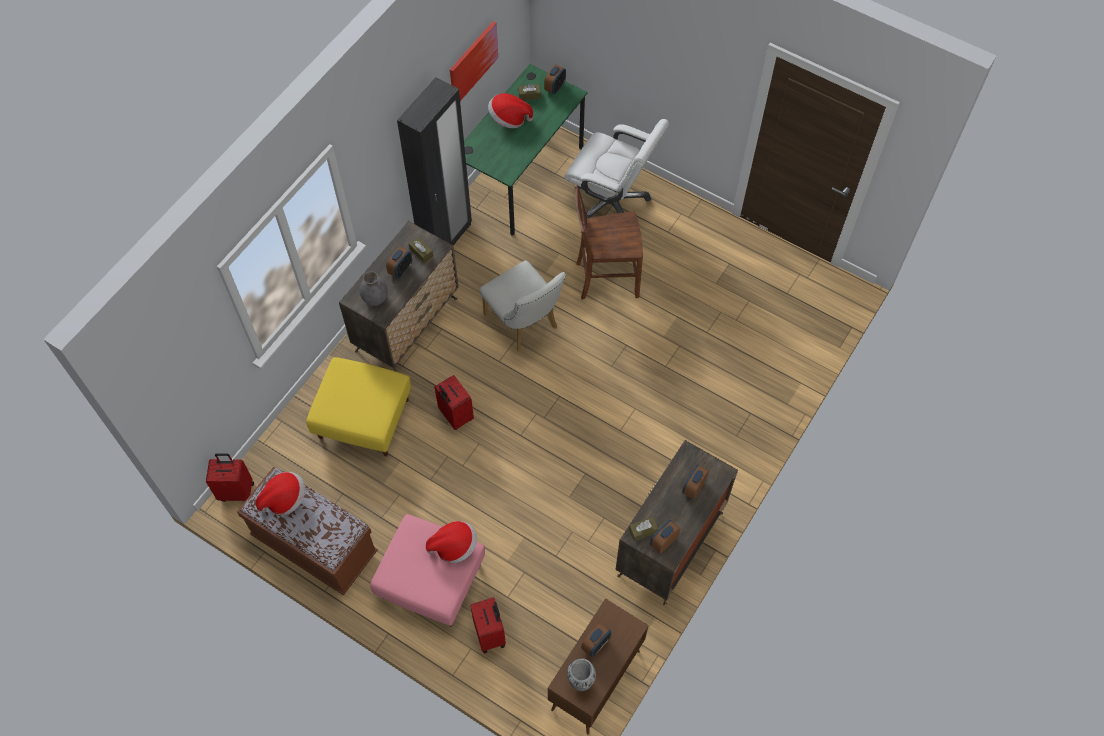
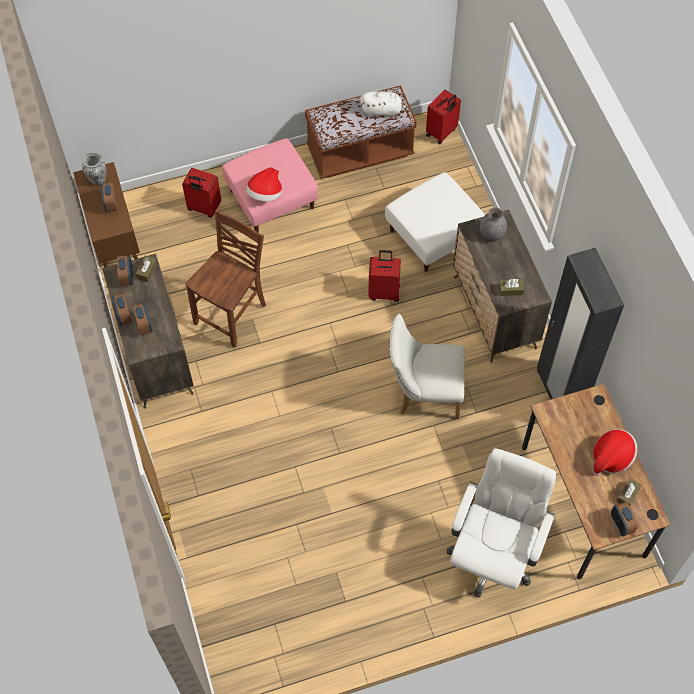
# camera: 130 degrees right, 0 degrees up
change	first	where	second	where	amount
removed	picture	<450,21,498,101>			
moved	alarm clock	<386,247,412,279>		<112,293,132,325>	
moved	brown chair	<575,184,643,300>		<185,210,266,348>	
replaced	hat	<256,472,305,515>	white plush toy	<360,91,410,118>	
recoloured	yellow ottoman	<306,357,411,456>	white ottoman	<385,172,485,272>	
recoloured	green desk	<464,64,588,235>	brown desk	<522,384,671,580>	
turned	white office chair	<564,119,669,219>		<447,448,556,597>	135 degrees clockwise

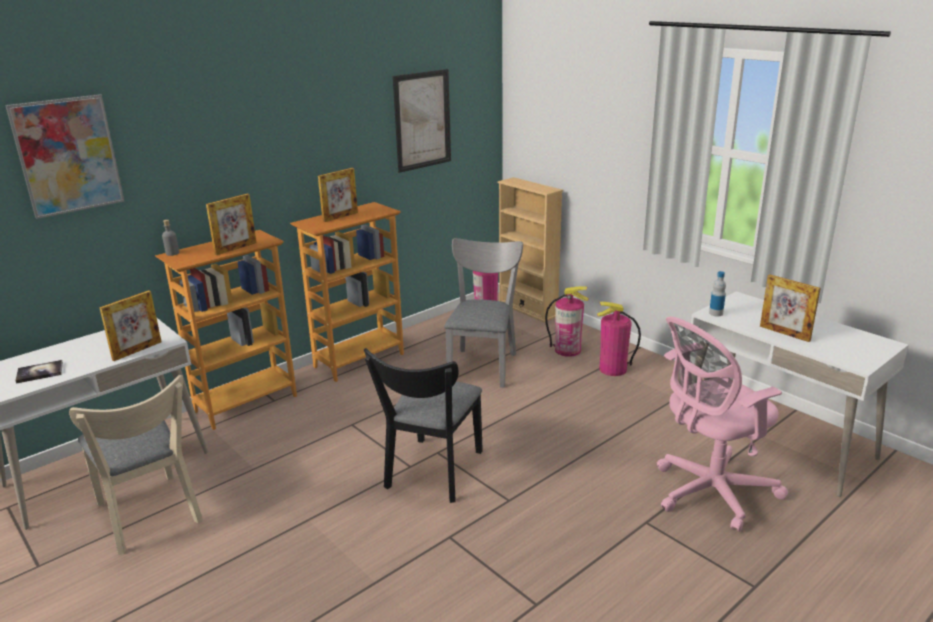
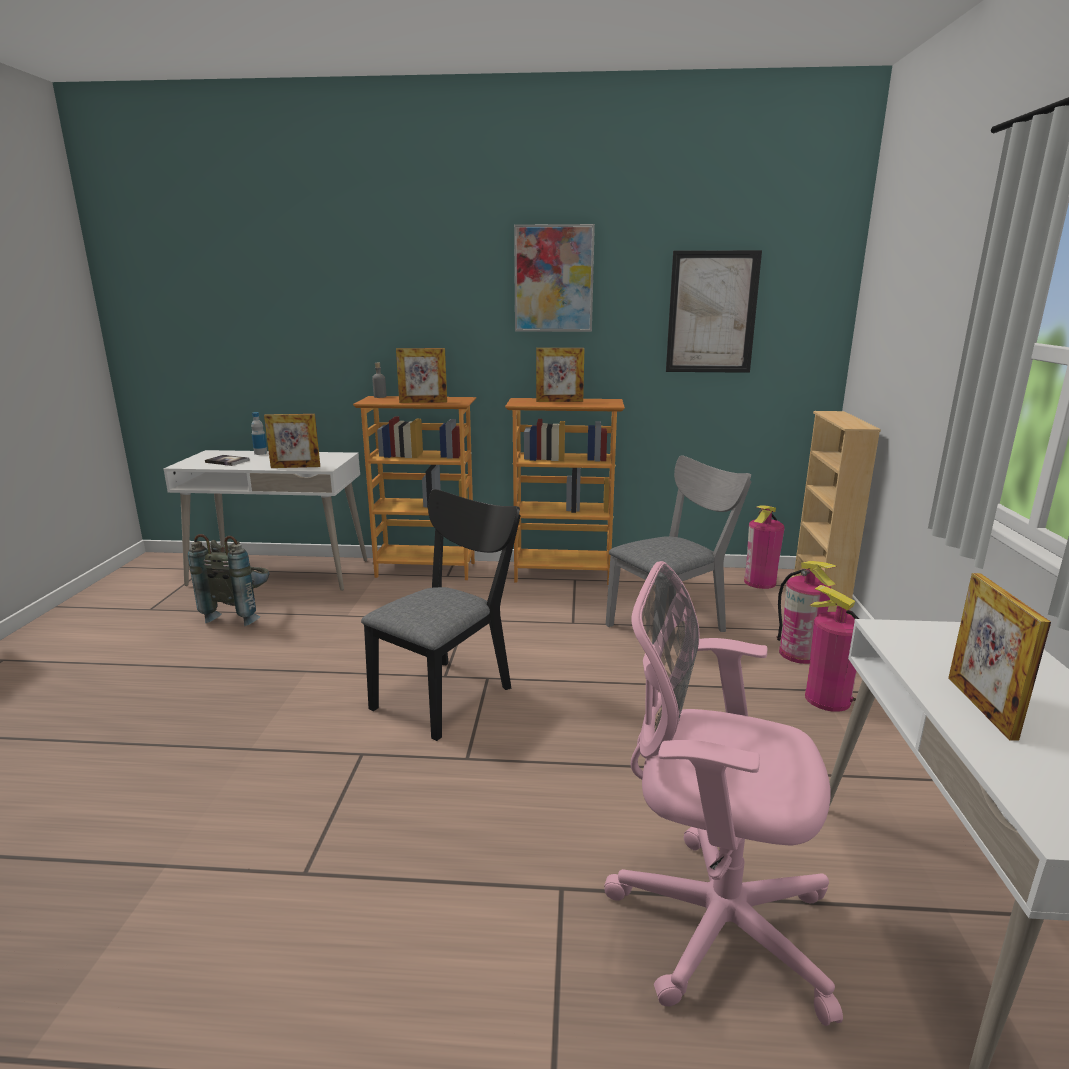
# camera: 45 degrees right, 5 degrees down
change	first	where	second	where	amount
moved	picture	<5,94,124,219>		<514,224,595,332>	
moved	bottle	<709,271,726,316>		<251,412,267,455>	
replaced	beige chair	<69,375,203,555>	grey backpack	<188,534,270,626>	
turned	black chair	<364,348,483,503>		<361,489,521,741>	150 degrees clockwise

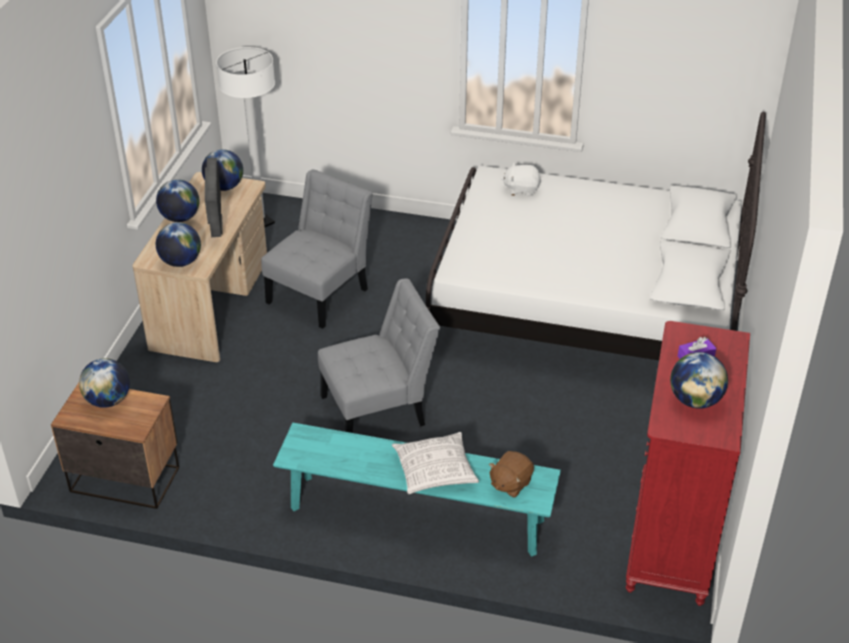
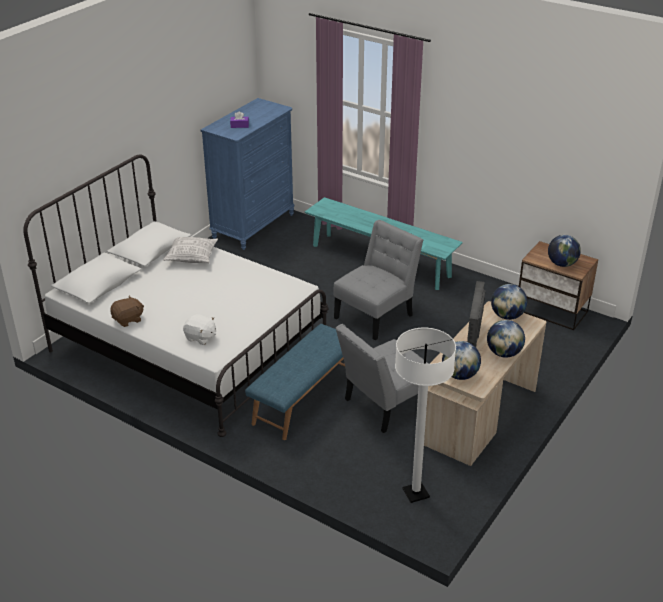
# camera: 160 degrees left, 5 degrees down
change	first	where	second	where	amount
removed	globe	<670,352,728,409>			
added			blue bench	<245,324,345,440>	
moved	pillow	<392,432,479,494>		<163,237,218,263>	
moved	brown plush toy	<489,451,534,497>		<110,295,144,327>	
recoloured	red dresser	<626,321,750,606>	blue dresser	<200,98,294,250>	
turned	grey chair	<318,278,440,433>		<333,220,423,341>	135 degrees clockwise

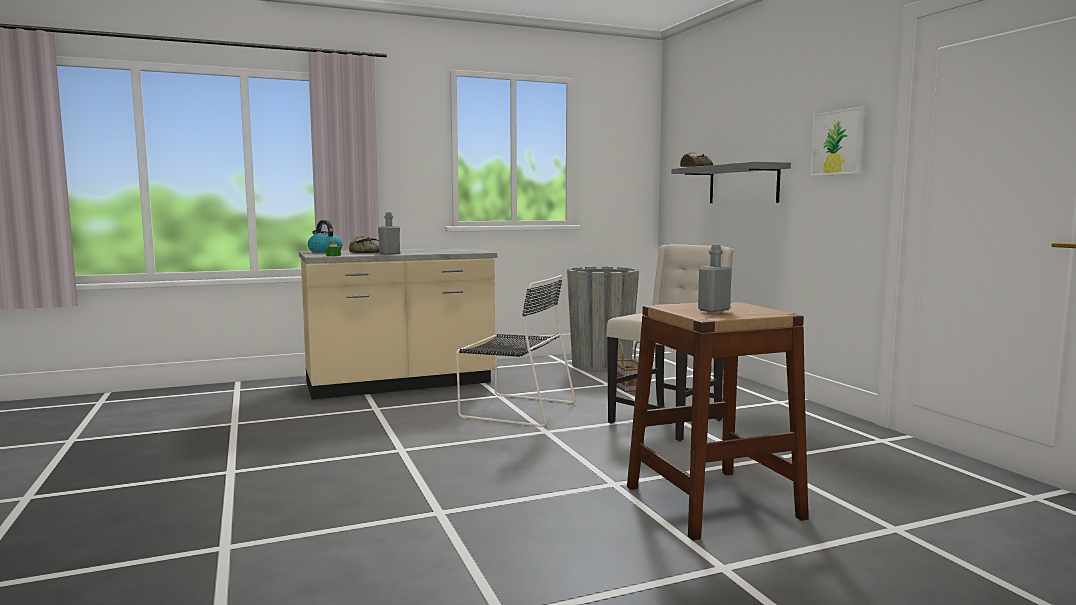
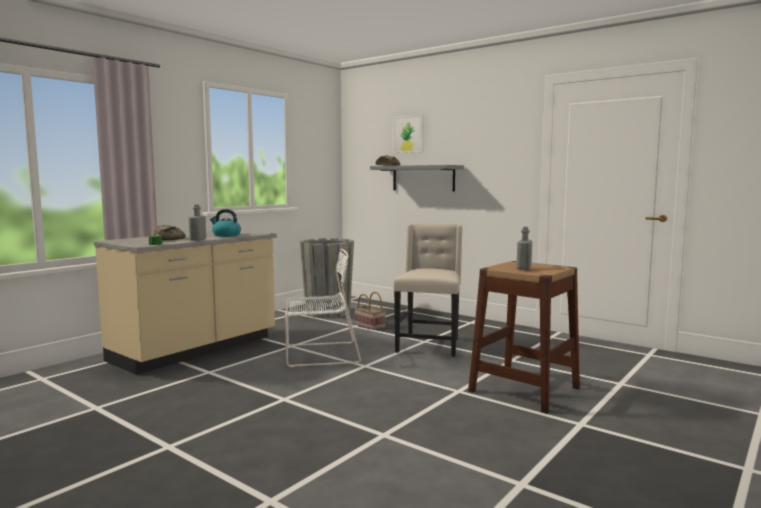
# camera: 30 degrees left, 0 degrees up
change	first	where	second	where	amount
moved	kettle	<308,220,342,253>		<210,209,241,237>	
moved	picture	<810,106,865,176>		<393,115,424,153>	
recoloured	black chair	<456,275,576,427>	white chair	<285,249,361,367>	

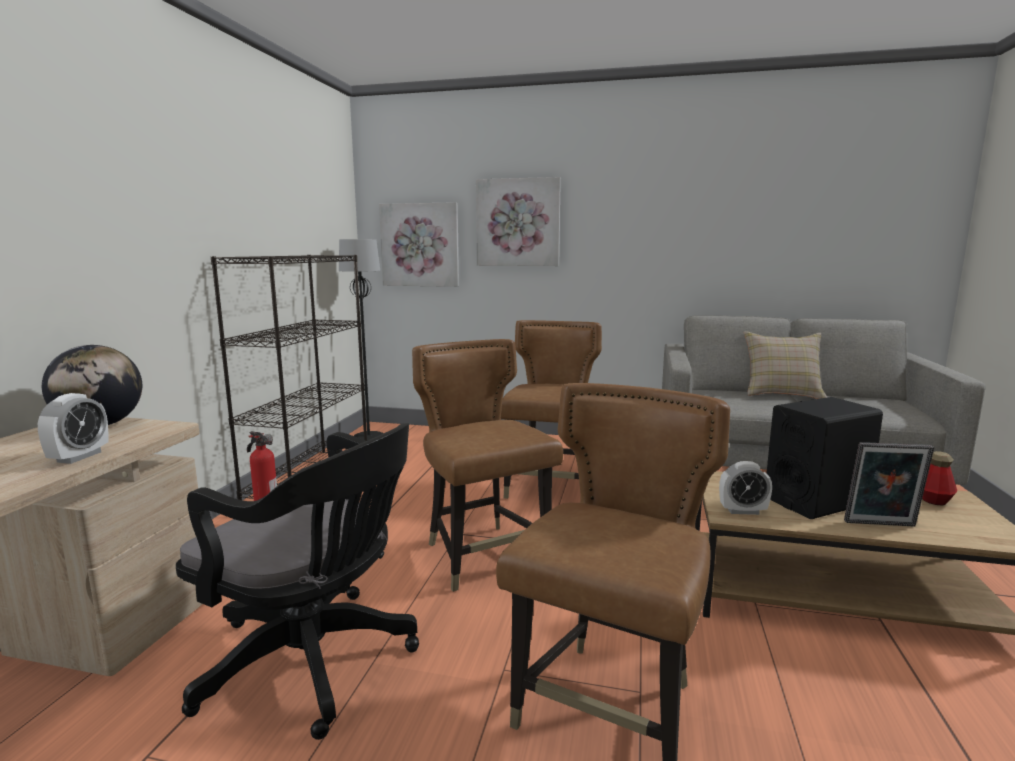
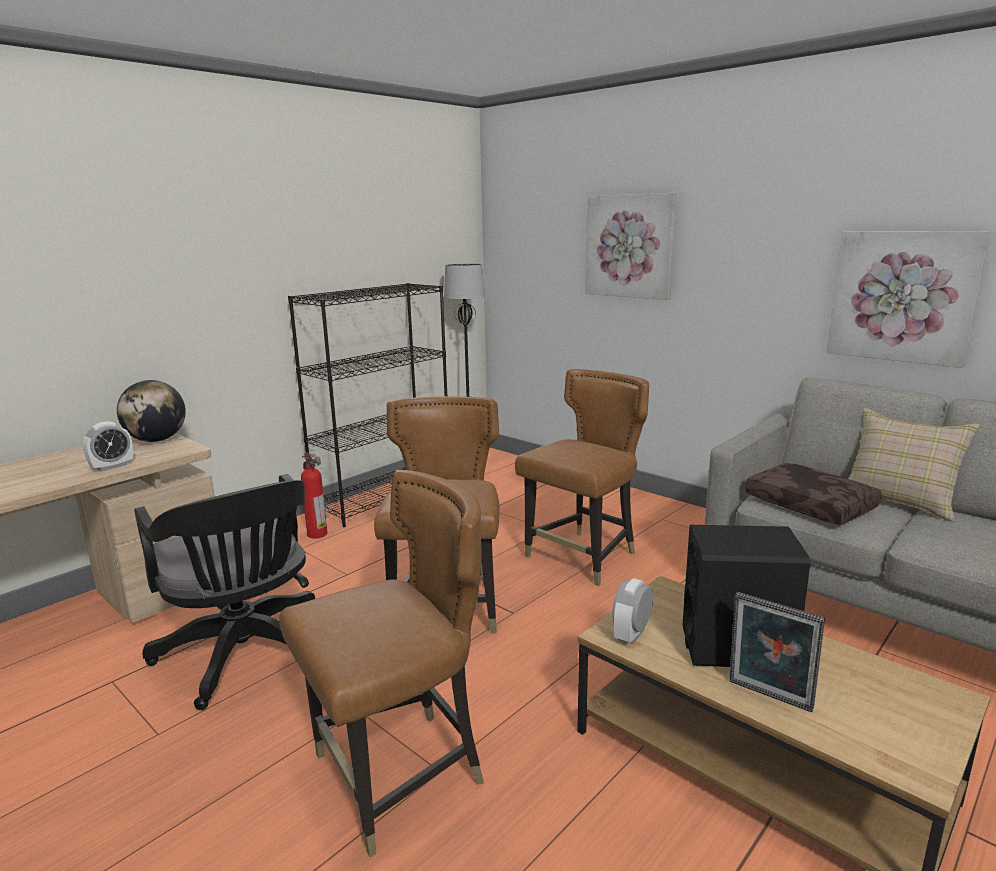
# camera: 30 degrees right, 5 degrees up
change	first	where	second	where	amount
removed	bottle	<922,451,957,506>			
added			brown pillow	<745,463,882,525>	
moved	picture	<379,202,459,287>		<827,231,990,368>	
turned	alarm clock	<719,461,772,515>		<612,578,653,645>	90 degrees clockwise

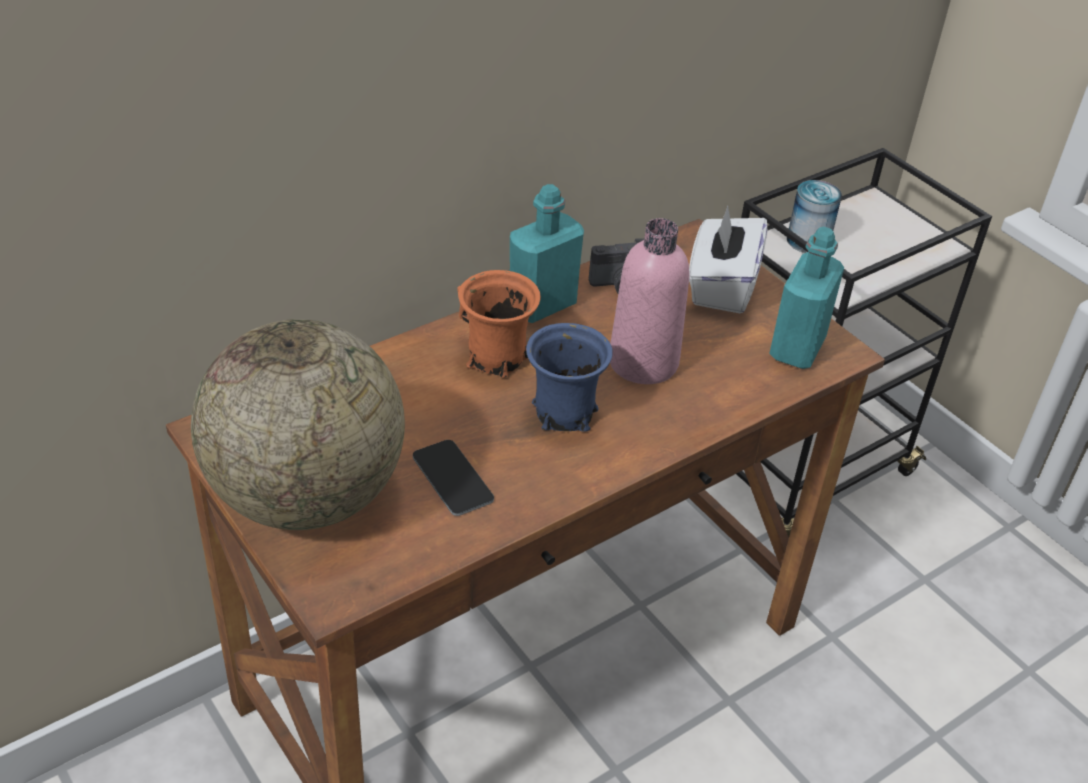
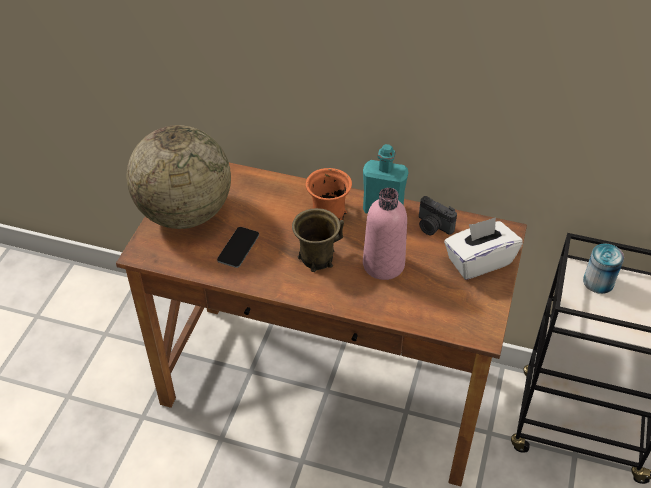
# camera: 55 degrees right, 5 degrees up
change	first	where	second	where	amount
removed	turquoise bottle	<769,226,844,369>			
recoloured	blue mug	<526,323,613,432>	brown mug	<292,208,344,272>	

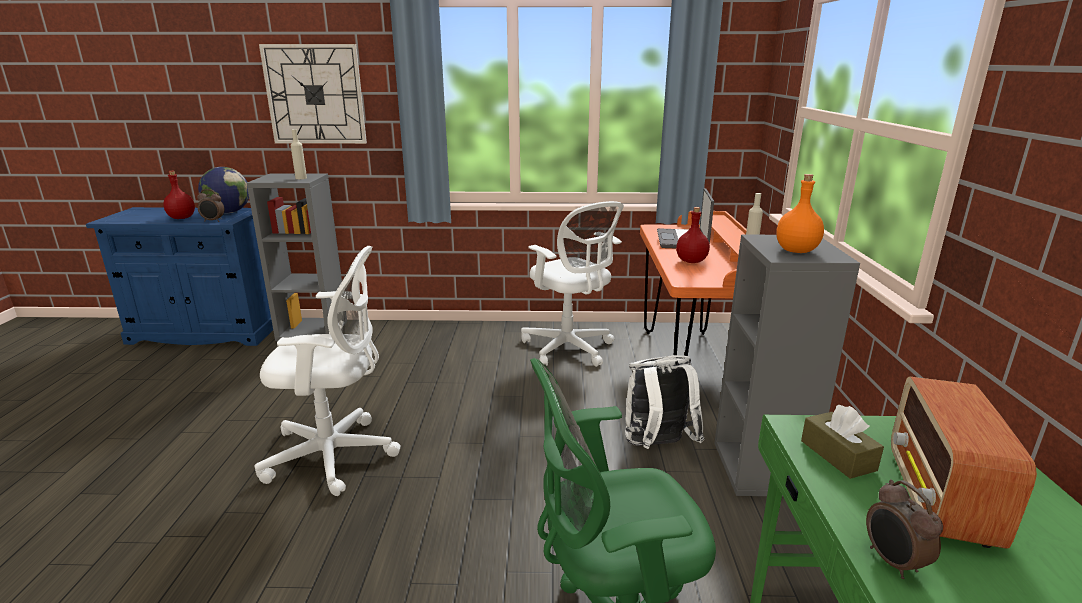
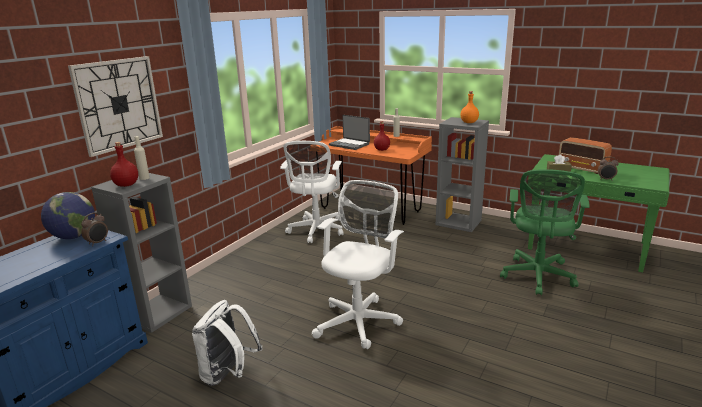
# camera: 60 degrees left, 0 degrees up
change	first	where	second	where	amount
moved	red bottle	<163,171,195,219>		<110,142,138,187>	
moved	white backpack	<625,355,704,449>		<192,300,262,386>	
turned	white office chair	<521,201,624,367>		<280,141,344,243>	105 degrees clockwise

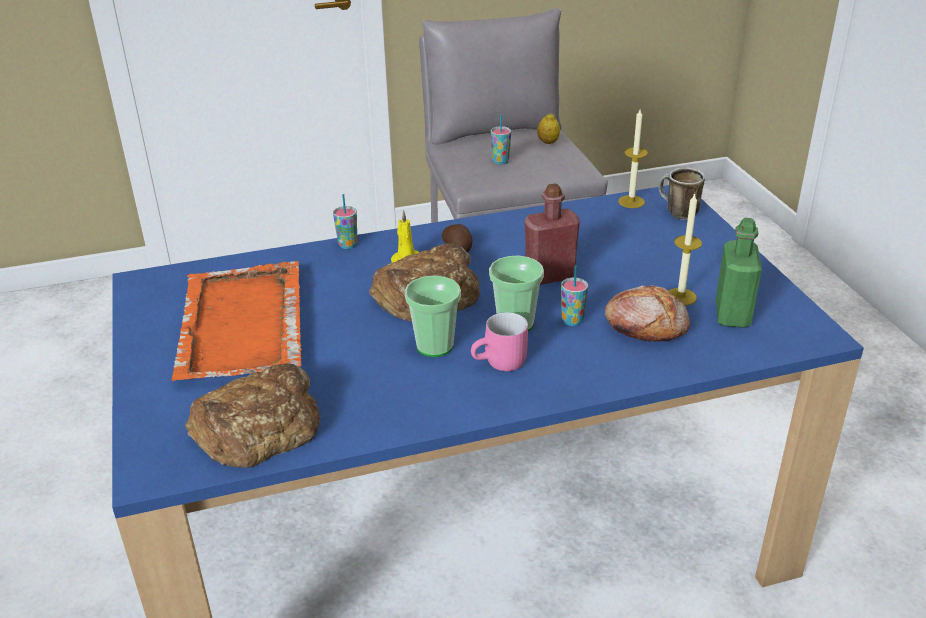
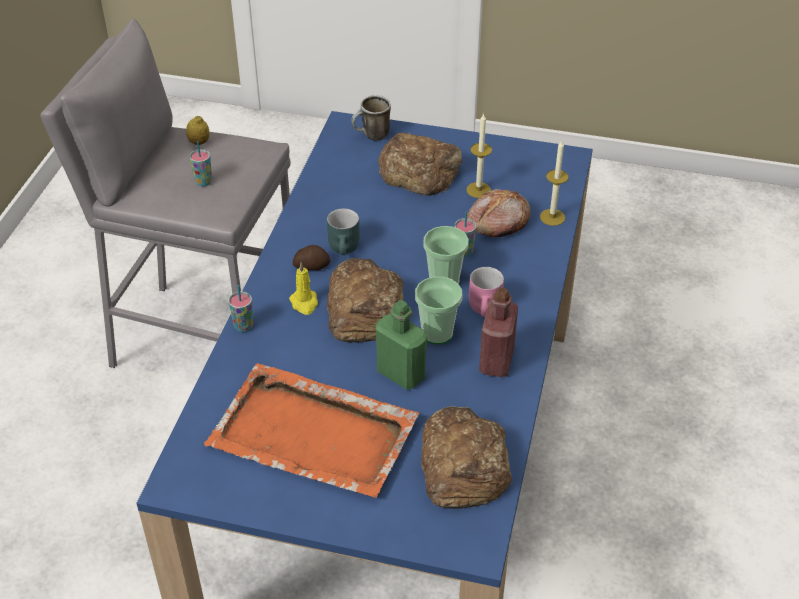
# camera: 60 degrees left, 10 degrees up
change	first	where	second	where	amount
added			turquoise mug	<327,208,360,255>	
added			bread	<378,133,462,196>	
moved	red bottle	<525,183,580,285>		<479,287,518,377>	
moved	candle	<618,110,648,208>		<540,141,569,226>	
moved	green bottle	<716,218,762,328>		<376,300,427,390>	

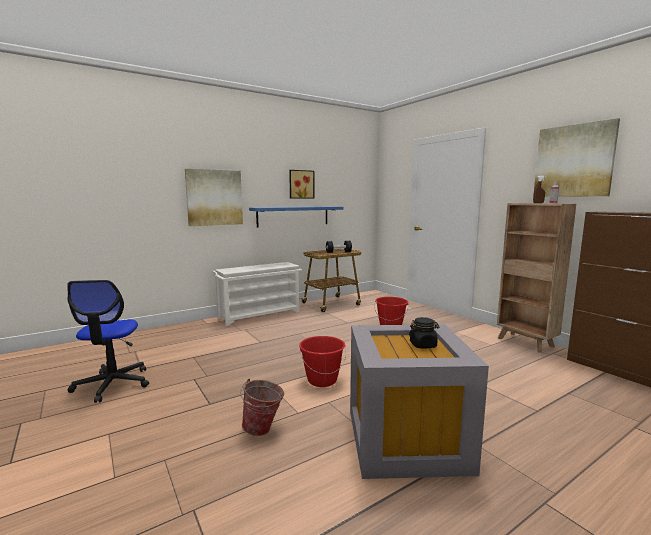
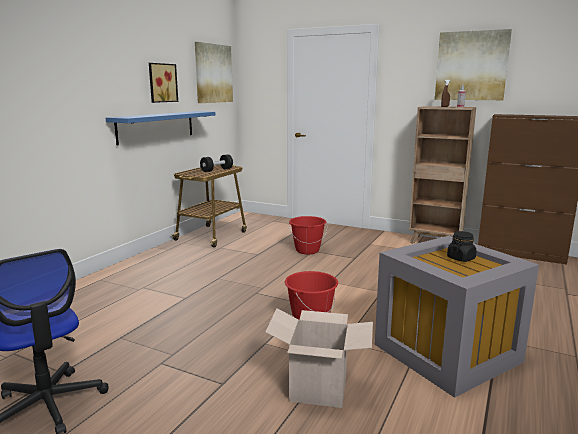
# camera: 30 degrees left, 5 degrees up
change	first	where	second	where	amount
removed	white shoe rack	<212,262,302,326>			
moved	picture	<185,169,243,226>		<195,42,233,103>	
replaced	bucket	<240,379,284,436>	cardboard box	<265,309,373,408>	

